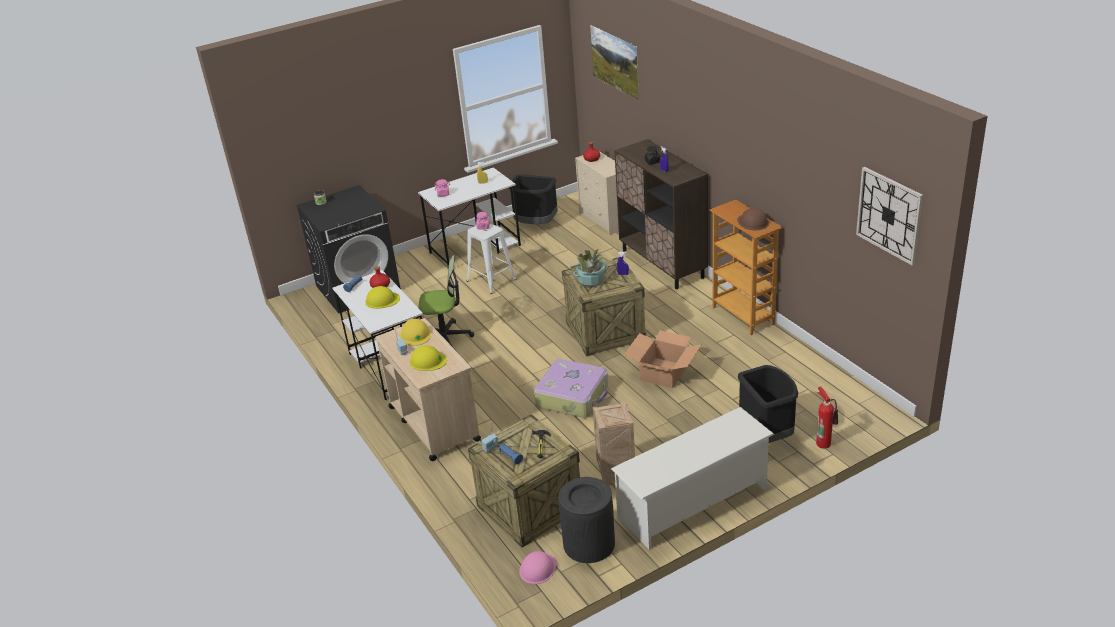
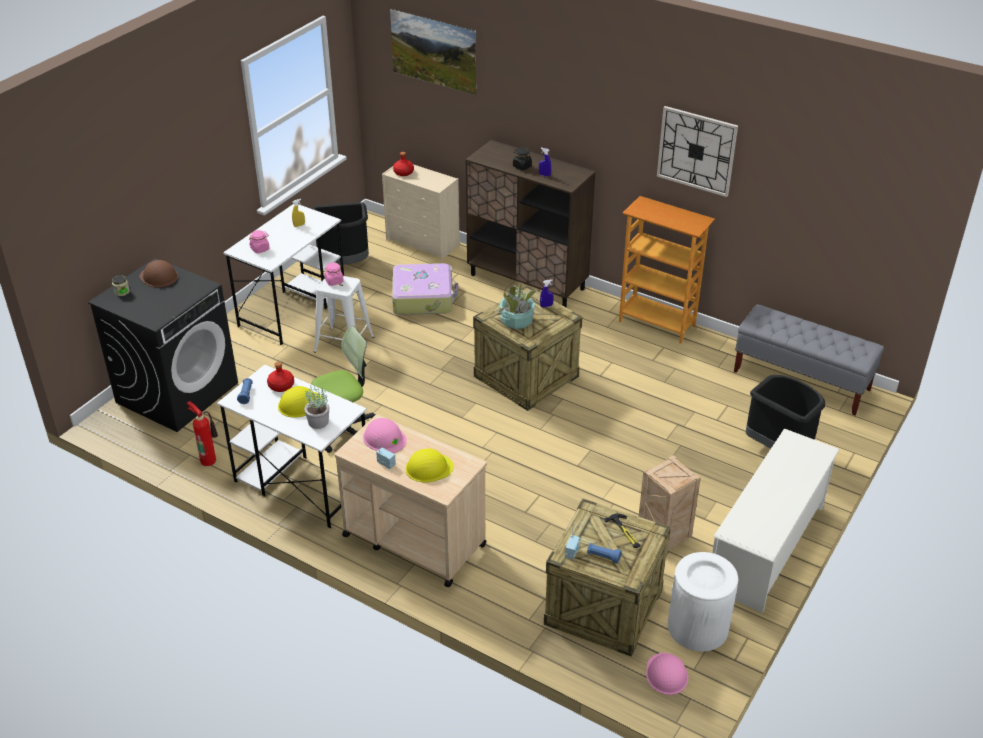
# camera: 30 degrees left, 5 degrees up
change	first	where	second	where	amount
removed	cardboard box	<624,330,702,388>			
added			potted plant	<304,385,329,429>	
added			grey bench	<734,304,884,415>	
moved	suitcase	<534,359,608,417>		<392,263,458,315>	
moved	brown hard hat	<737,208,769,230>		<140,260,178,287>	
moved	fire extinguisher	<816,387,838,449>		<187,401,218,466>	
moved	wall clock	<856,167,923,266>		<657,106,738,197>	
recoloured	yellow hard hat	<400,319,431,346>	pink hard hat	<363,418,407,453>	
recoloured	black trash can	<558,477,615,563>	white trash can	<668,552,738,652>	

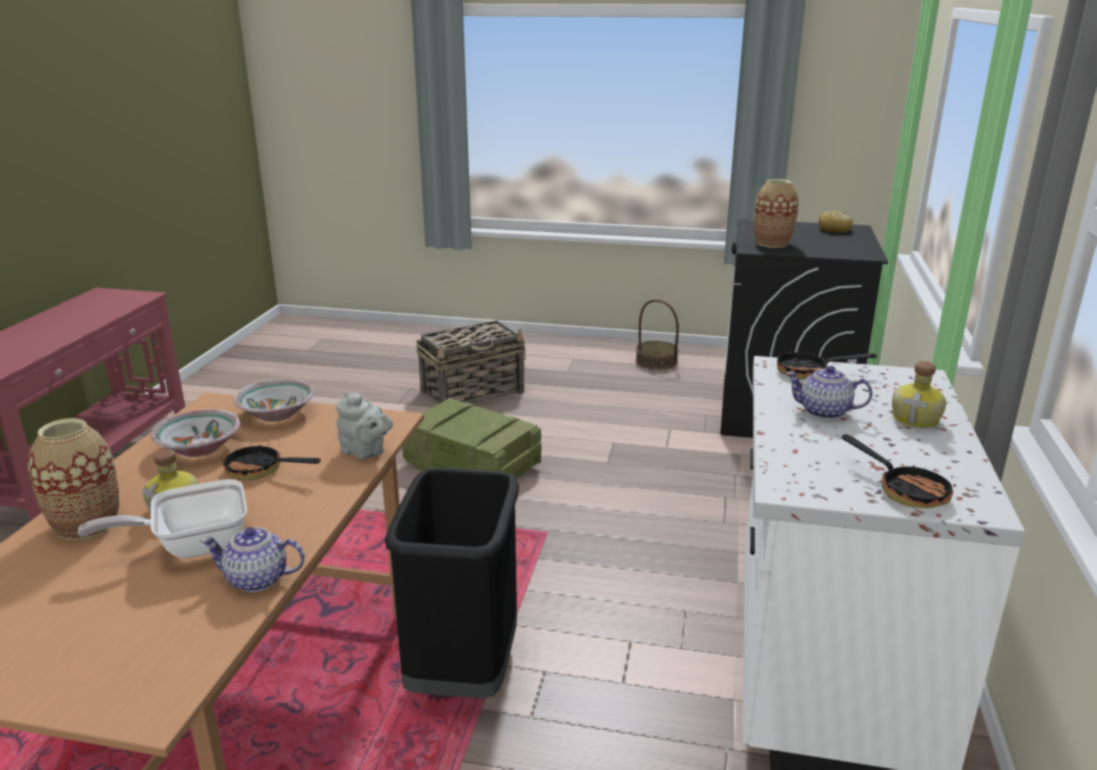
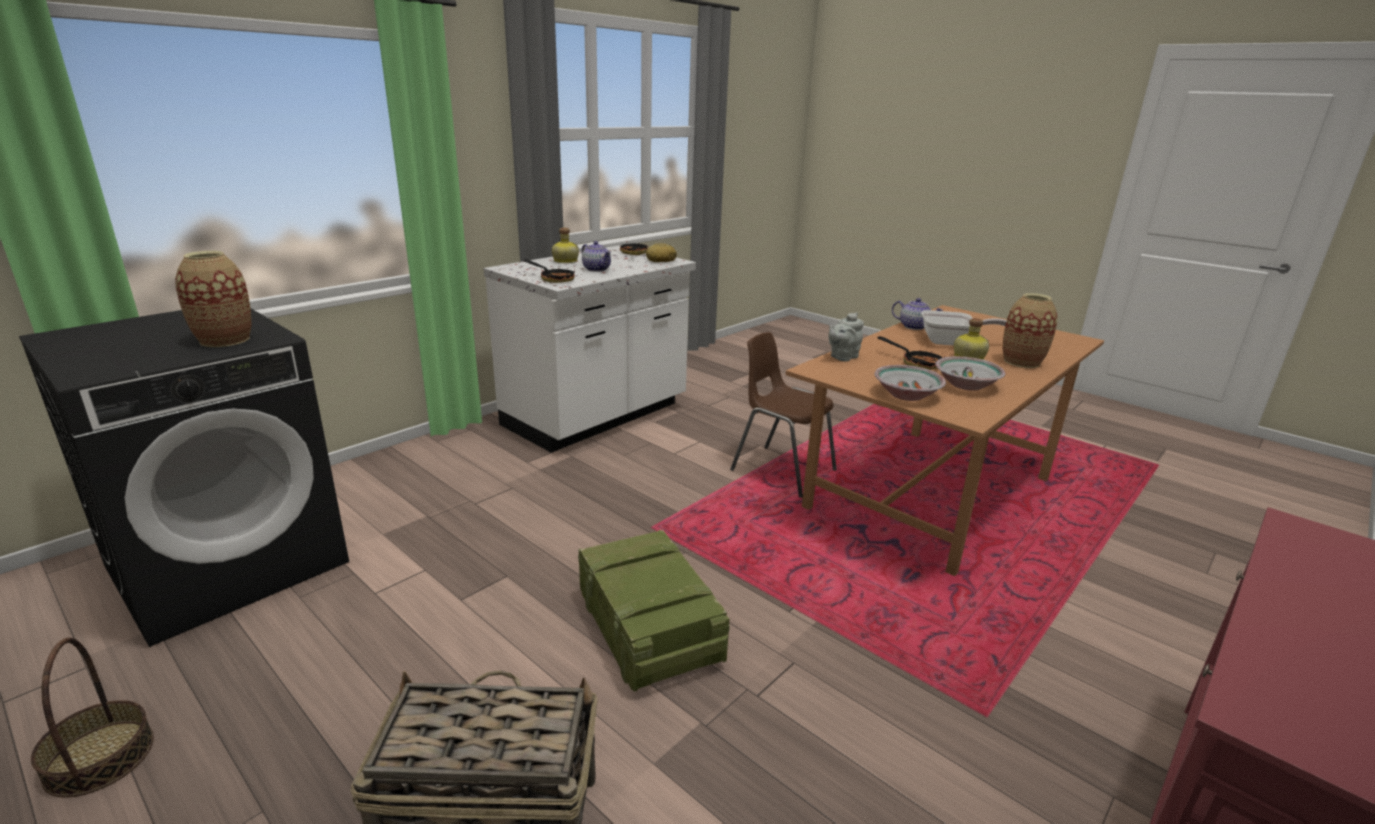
# camera: 150 degrees left, 0 degrees up
change	first	where	second	where	amount
moved	bread	<818,210,853,233>		<646,243,677,262>	
replaced	black trash can	<385,468,519,699>	brown chair	<730,332,837,498>	
turned	grey teapot	<336,392,393,459>		<829,312,864,362>	105 degrees counterclockwise

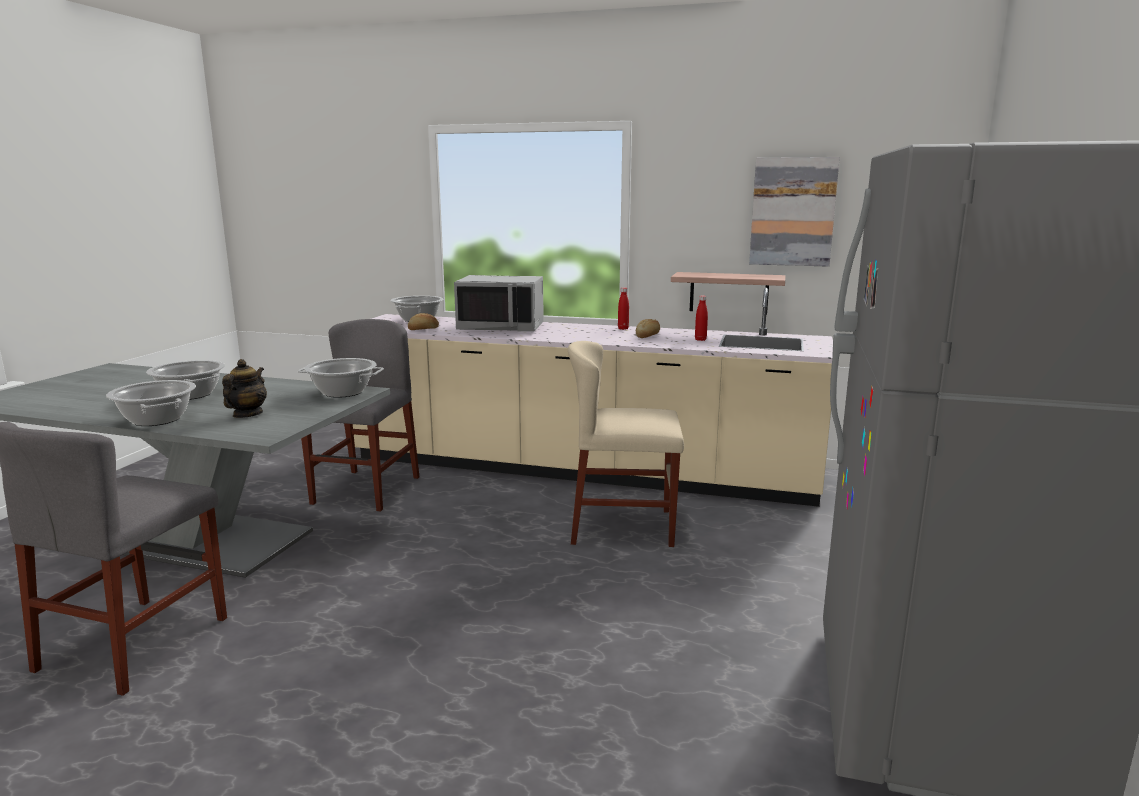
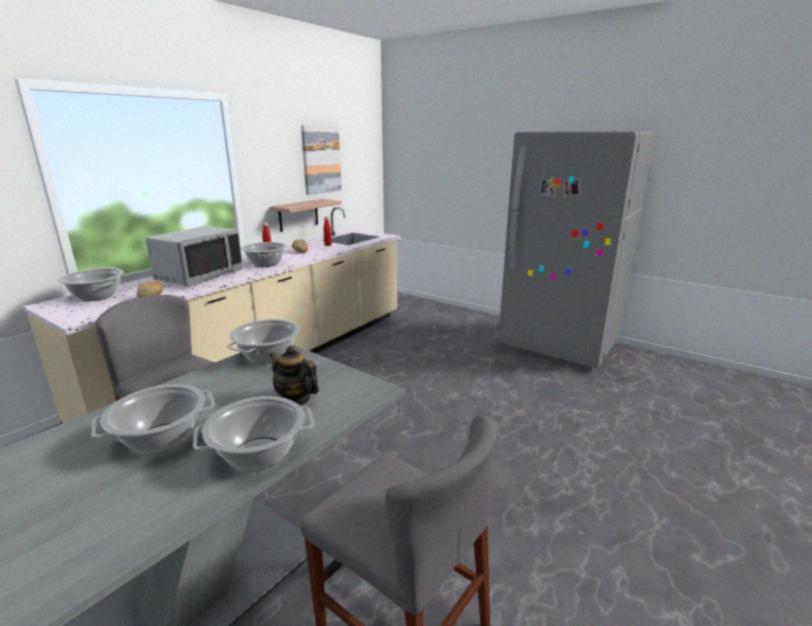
# camera: 70 degrees left, 5 degrees up
change	first	where	second	where	amount
removed	beige chair	<568,341,684,547>			
added			cooking pot	<241,242,287,267>	

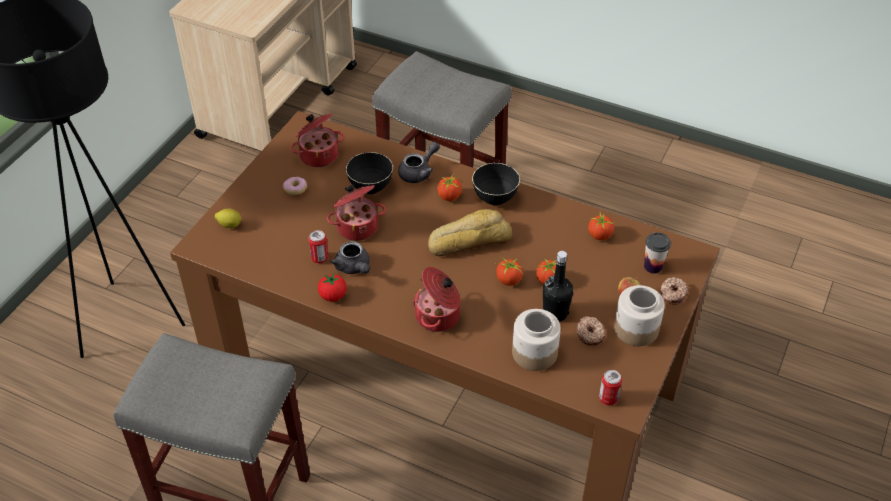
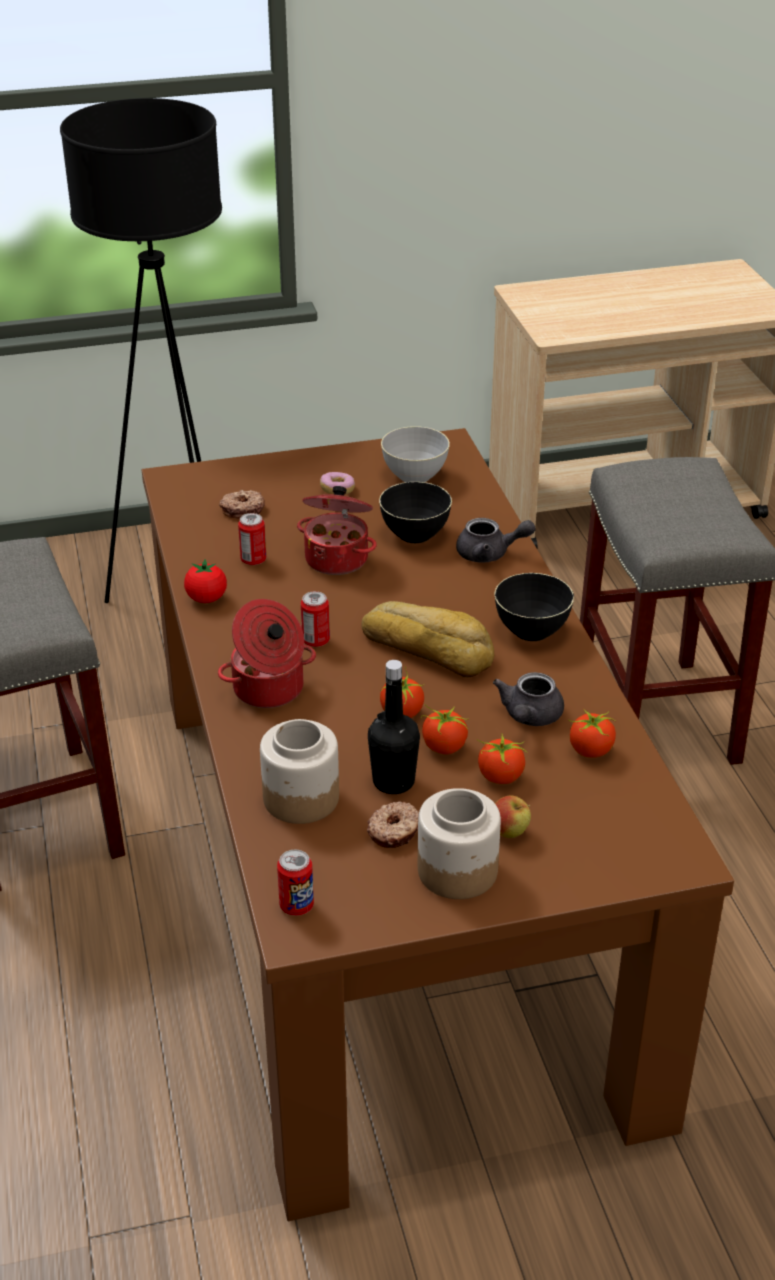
# camera: 50 degrees right, 10 degrees down
change	first	where	second	where	amount
removed	lemon	<215,209,242,228>			
removed	cup	<644,232,671,274>			
added			can	<301,591,330,647>	
moved	grey teapot	<330,241,370,274>		<493,672,564,726>	
moved	tomato	<437,173,462,201>		<476,734,528,784>	
moved	donut	<660,276,688,305>		<219,490,265,519>	
replaced	cooking pot	<291,113,345,167>	grey bowl	<381,426,450,482>	

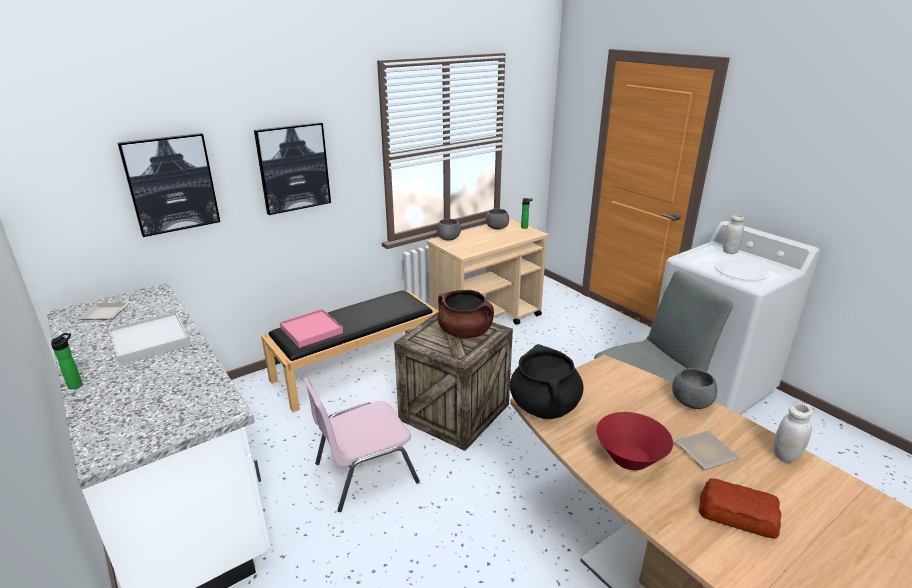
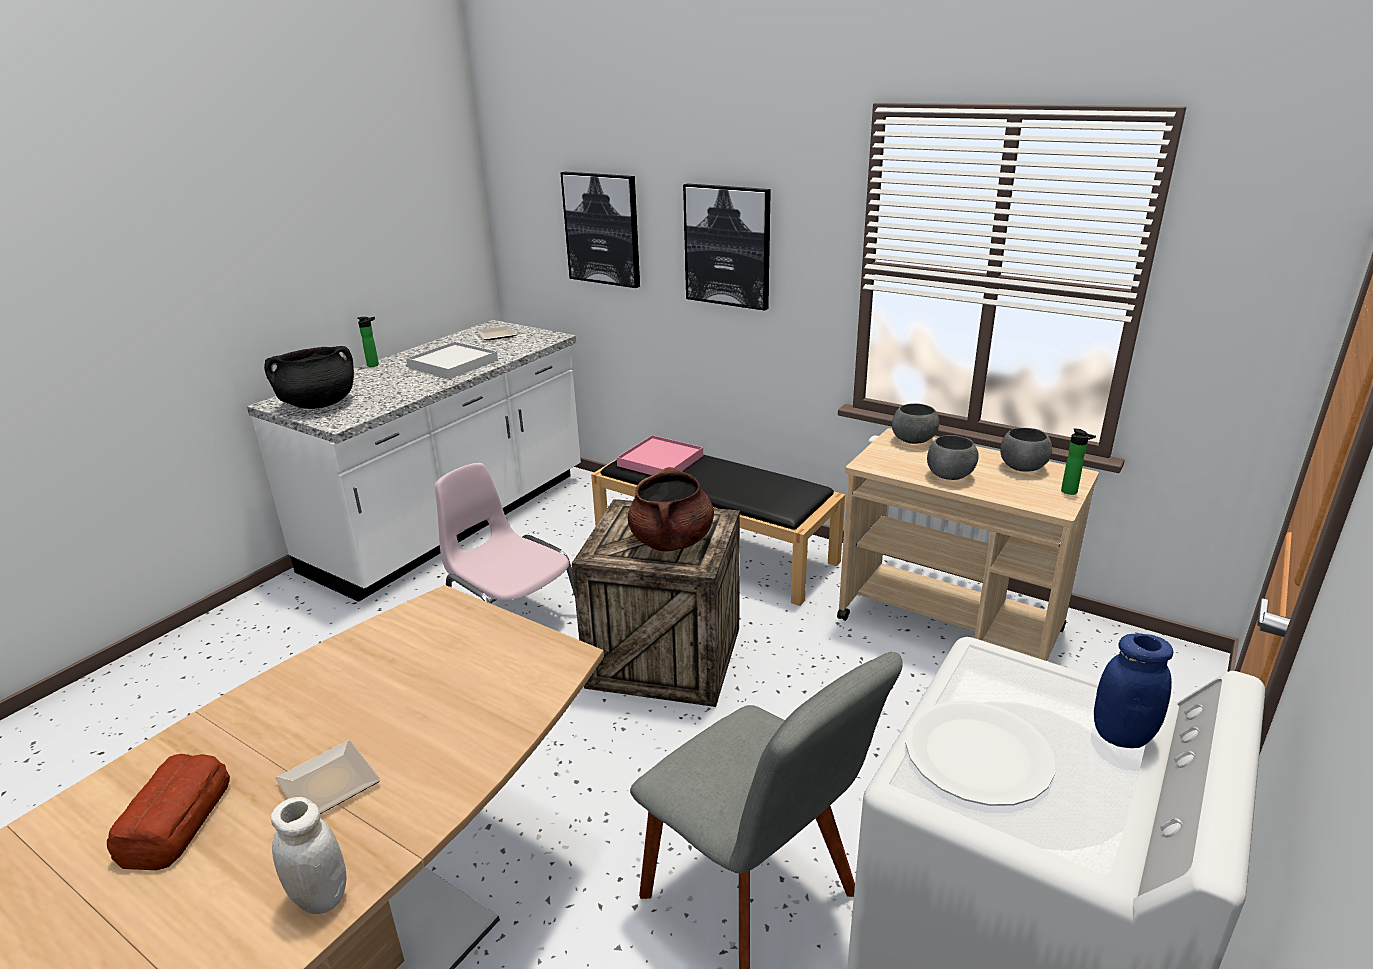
# camera: 70 degrees right, 0 degrees up
change	first	where	second	where	amount
removed	red bowl	<596,412,673,470>			
moved	black cooking pot	<510,344,584,419>		<264,346,354,409>	
moved	grey bowl	<672,368,717,409>		<927,435,979,480>	
recoloured	white jar	<723,214,745,254>	blue jar	<1094,633,1173,748>	

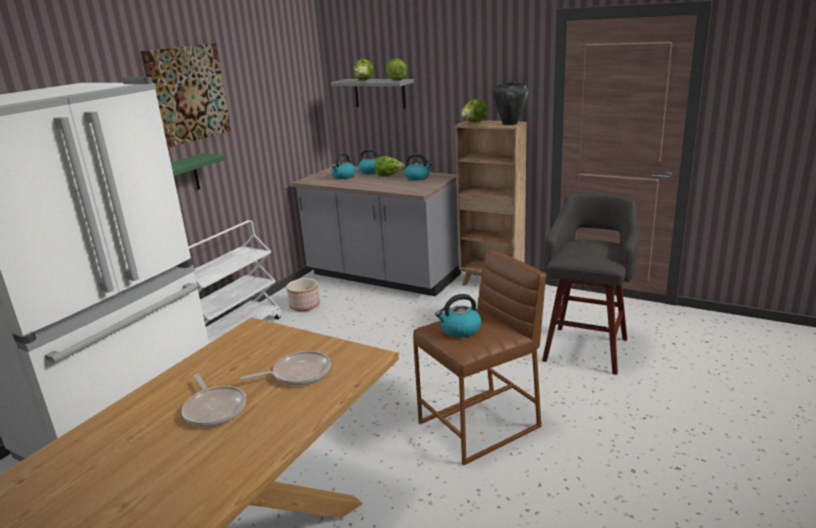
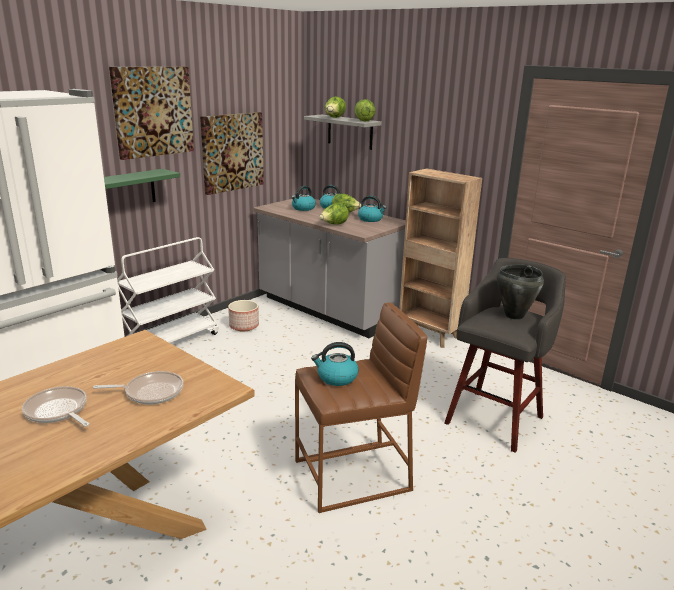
# camera: 10 degrees right, 0 degrees up
change	first	where	second	where	amount
added			picture	<200,112,264,195>	
moved	lettuce	<461,99,487,122>		<319,203,349,225>	
moved	black cooking pot	<492,82,529,125>		<497,264,544,320>	
turned	frying pan	<181,374,246,427>		<22,386,90,427>	150 degrees clockwise

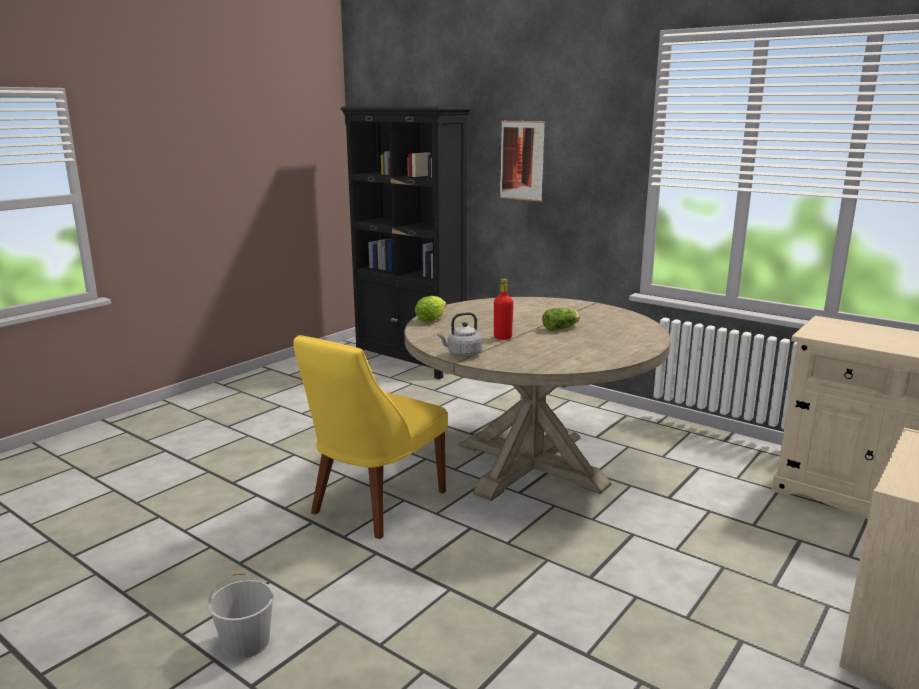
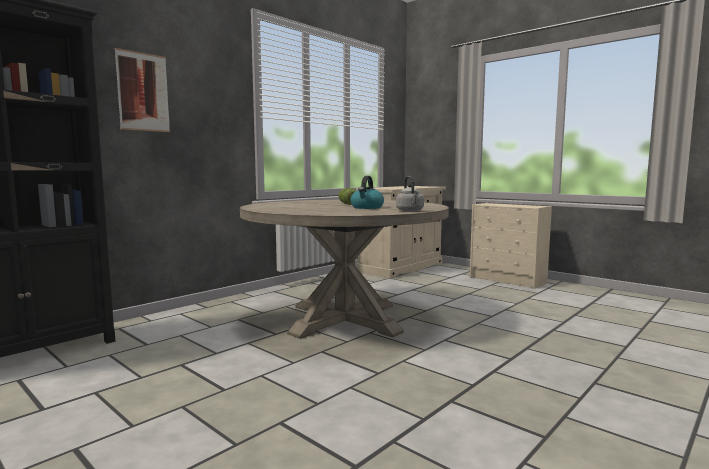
# camera: 85 degrees left, 10 degrees down
change	first	where	second	where	amount
removed	white bucket	<209,573,274,659>			
removed	yellow chair	<294,335,448,539>			
removed	lettuce	<415,296,446,322>			
replaced	red bottle	<494,279,513,340>	kettle	<350,176,384,209>	

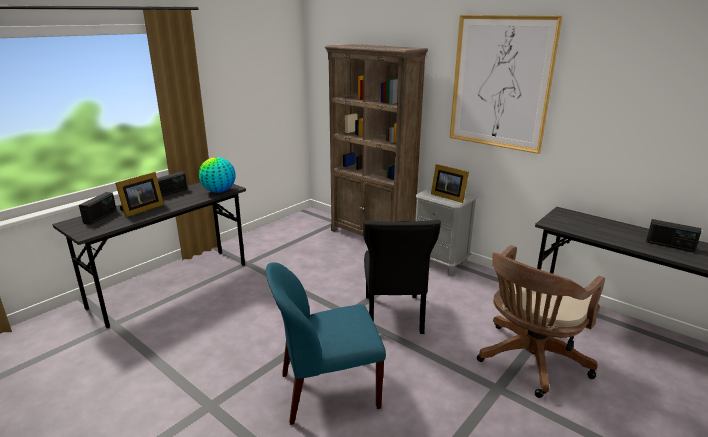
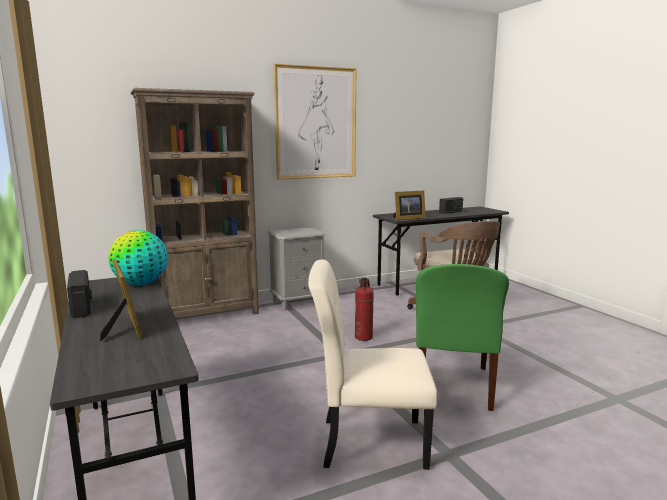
# camera: 65 degrees left, 10 degrees down
change	first	where	second	where	amount
removed	radio	<79,192,116,225>			
added			beige chair	<308,260,437,470>	
moved	picture frame	<431,164,469,203>		<393,190,426,220>	
replaced	black chair	<363,220,441,334>	fire extinguisher	<355,278,374,341>	
recoloured	blue chair	<266,262,386,425>	green chair	<416,264,509,411>	

